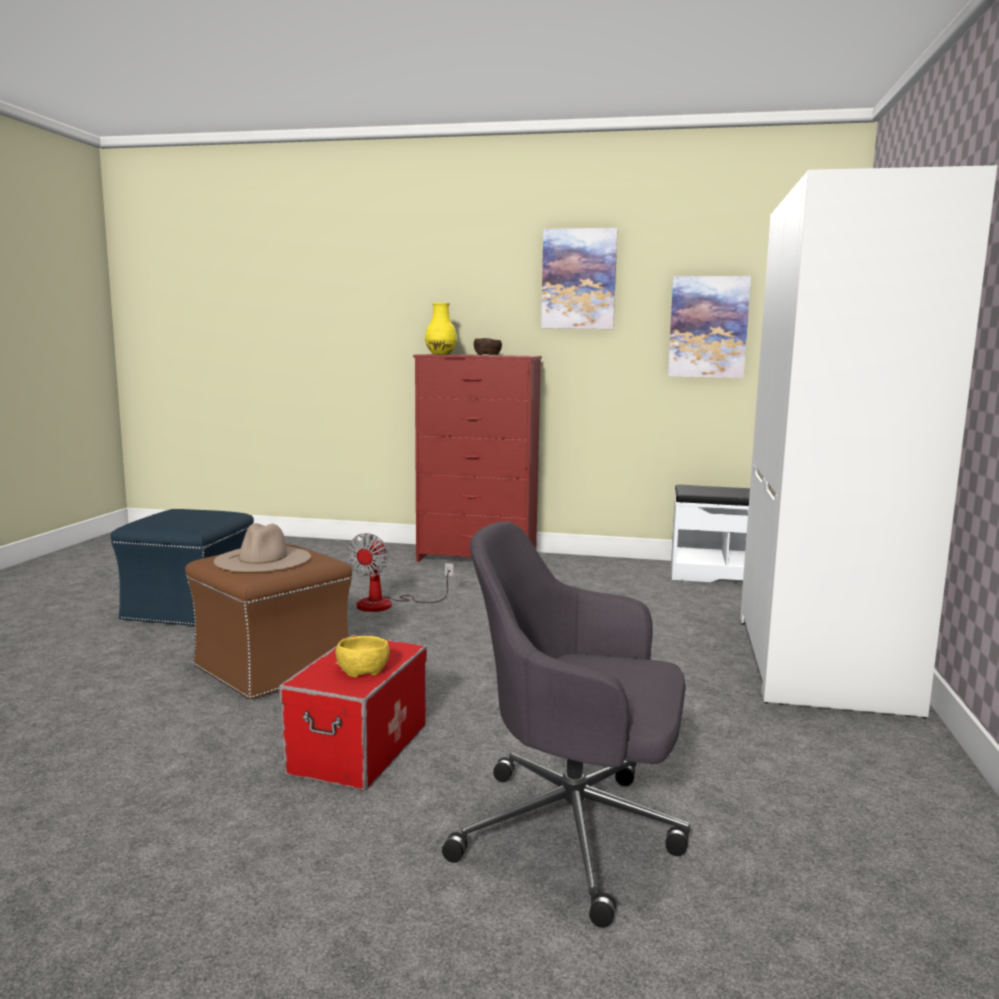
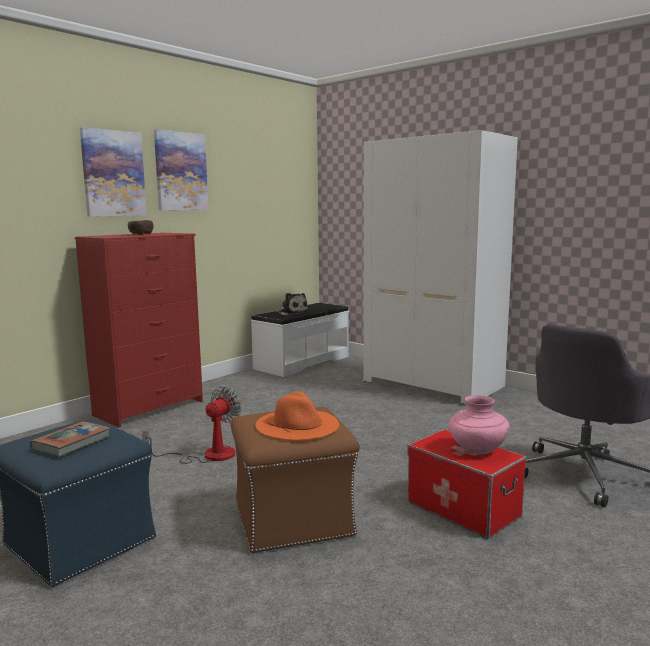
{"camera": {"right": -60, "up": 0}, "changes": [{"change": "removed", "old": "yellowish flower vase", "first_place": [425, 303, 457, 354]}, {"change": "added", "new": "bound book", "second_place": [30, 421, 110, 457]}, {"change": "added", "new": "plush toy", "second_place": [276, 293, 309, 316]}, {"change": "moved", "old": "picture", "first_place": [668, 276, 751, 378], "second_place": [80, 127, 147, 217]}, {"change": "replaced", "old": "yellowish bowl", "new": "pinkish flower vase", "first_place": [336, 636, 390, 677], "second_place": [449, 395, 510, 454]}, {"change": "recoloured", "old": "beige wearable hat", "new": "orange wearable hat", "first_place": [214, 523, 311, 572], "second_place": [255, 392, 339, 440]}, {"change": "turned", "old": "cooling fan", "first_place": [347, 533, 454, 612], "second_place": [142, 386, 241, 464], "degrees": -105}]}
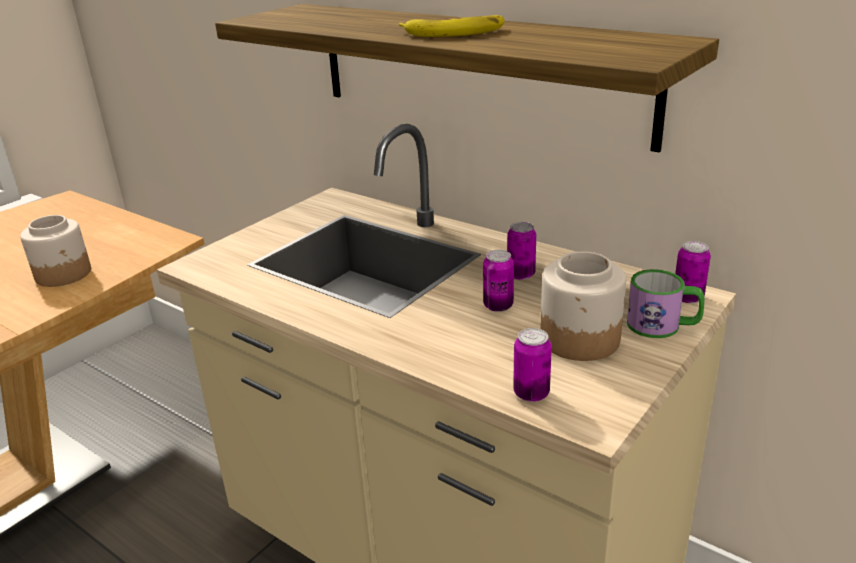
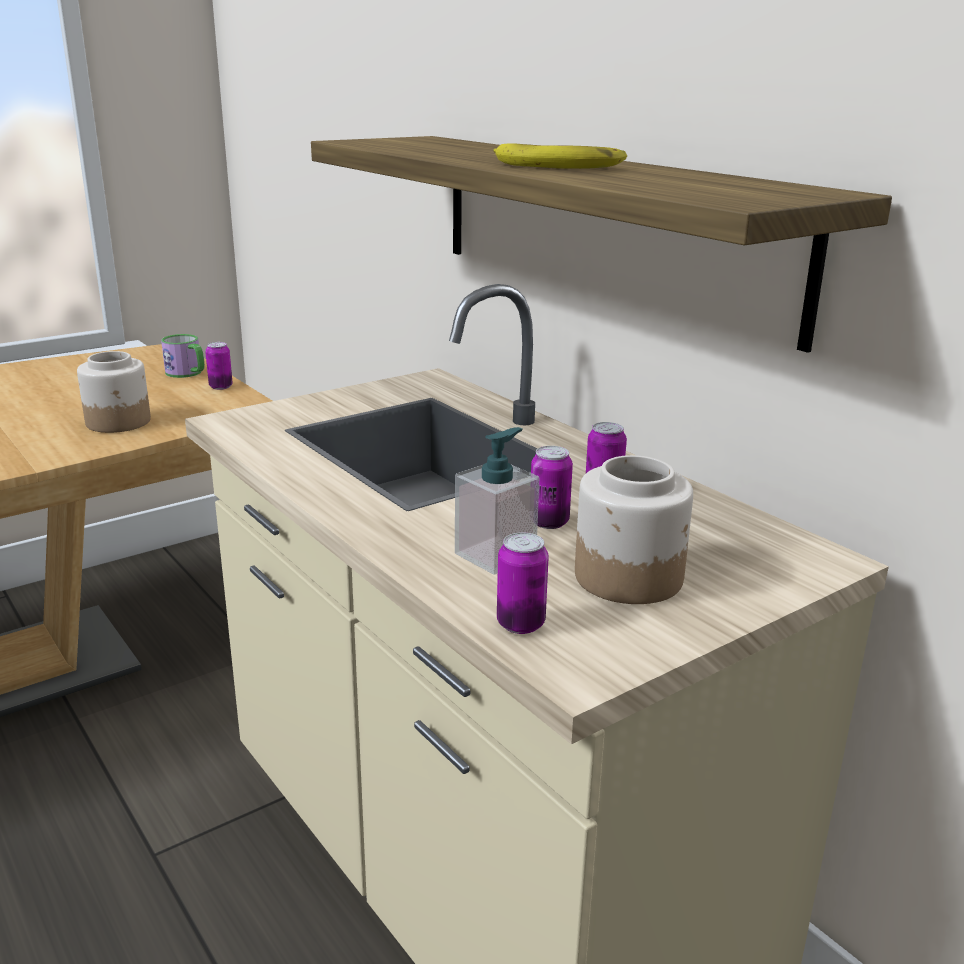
{"camera": {"right": 15, "up": -5}, "changes": [{"change": "added", "new": "soap dispenser", "second_place": [455, 427, 539, 574]}, {"change": "moved", "old": "tea mug", "first_place": [627, 269, 704, 338], "second_place": [161, 334, 205, 378]}, {"change": "moved", "old": "sealed can", "first_place": [675, 241, 711, 303], "second_place": [205, 342, 233, 390]}]}
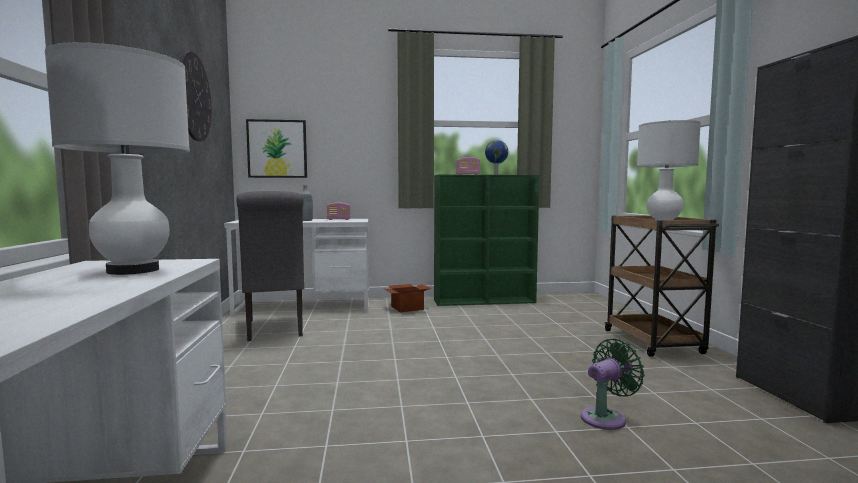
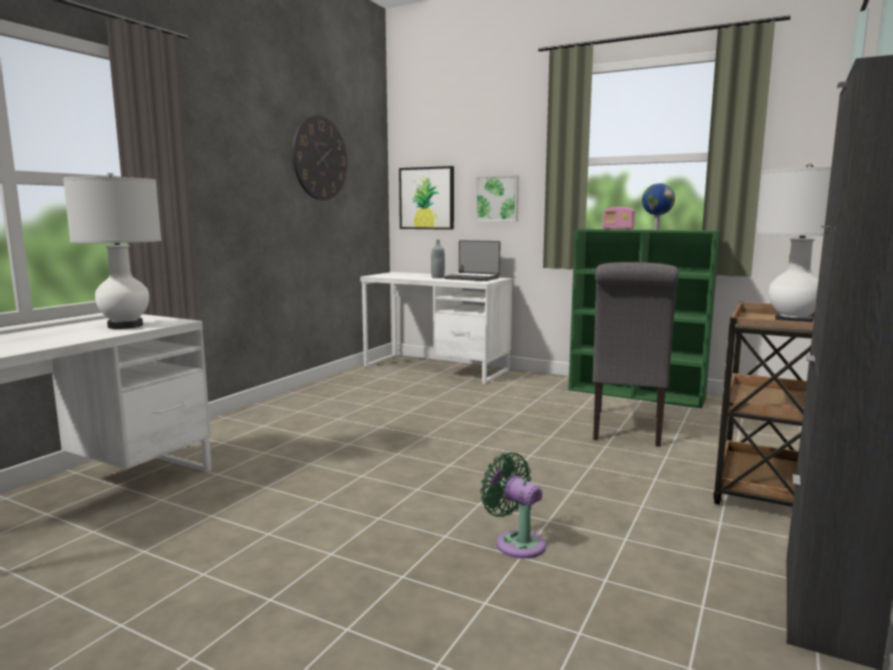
{"camera": {"right": 35, "up": 5}, "changes": [{"change": "removed", "old": "packing box", "first_place": [385, 284, 431, 312]}, {"change": "added", "new": "picture", "second_place": [475, 175, 519, 221]}, {"change": "moved", "old": "greyish plain chair", "first_place": [236, 191, 304, 341], "second_place": [593, 262, 679, 447]}, {"change": "replaced", "old": "radio set", "new": "notebook computer", "first_place": [327, 203, 350, 220], "second_place": [444, 240, 500, 281]}, {"change": "turned", "old": "green-coloured cooling fan", "first_place": [581, 338, 645, 430], "second_place": [480, 452, 546, 559], "degrees": -135}]}
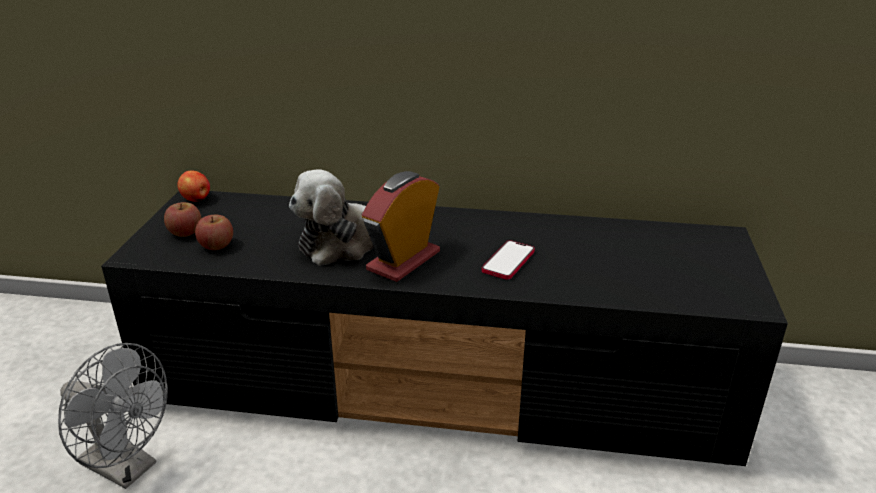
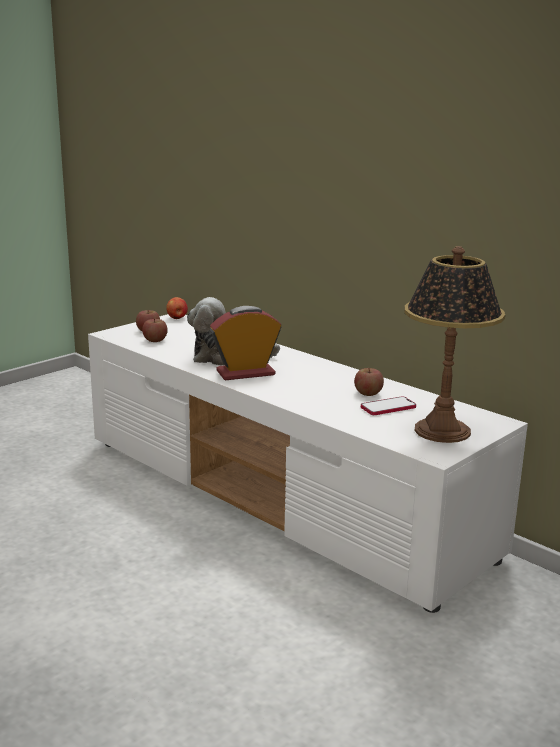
{"camera": {"right": 35, "up": -10}, "changes": [{"change": "removed", "old": "greyish cooling fan", "first_place": [58, 343, 168, 489]}, {"change": "added", "new": "whole apple", "second_place": [354, 368, 384, 396]}, {"change": "added", "new": "table lamp", "second_place": [404, 246, 505, 443]}, {"change": "moved", "old": "phone", "first_place": [482, 240, 535, 280], "second_place": [361, 396, 416, 415]}, {"change": "recoloured", "old": "black media console", "new": "white-coloured media console", "first_place": [101, 191, 788, 466], "second_place": [88, 314, 528, 613]}]}
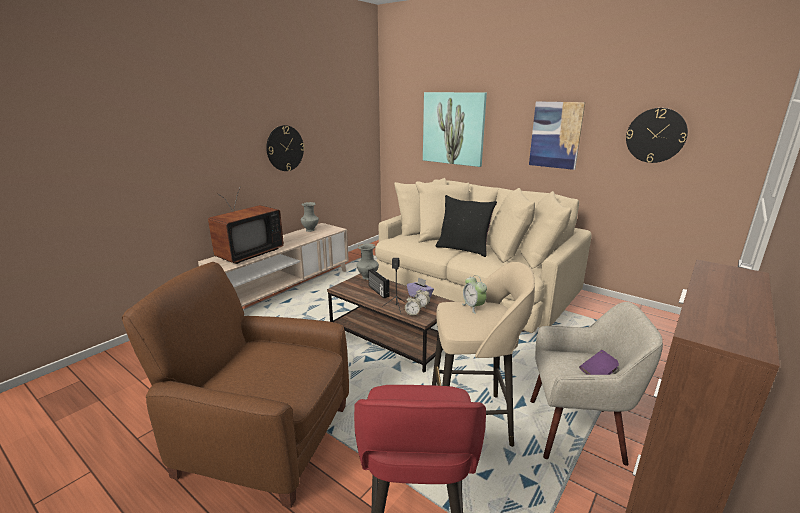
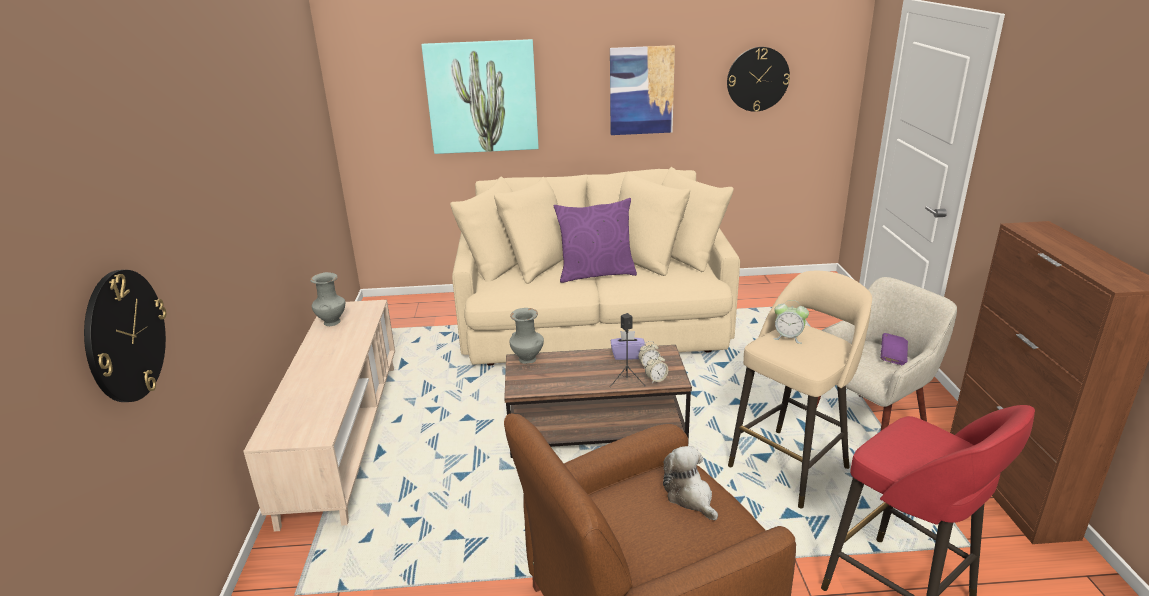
{"camera": {"right": -40, "up": 5}, "changes": [{"change": "removed", "old": "TV set", "first_place": [208, 186, 284, 264]}, {"change": "removed", "old": "radio set", "first_place": [368, 269, 390, 298]}, {"change": "added", "new": "plush toy", "second_place": [663, 446, 718, 520]}, {"change": "moved", "old": "clock on the wall", "first_place": [266, 125, 305, 171], "second_place": [84, 270, 166, 402]}, {"change": "recoloured", "old": "black pillow", "new": "purplish pillow", "first_place": [436, 195, 497, 257], "second_place": [554, 198, 637, 283]}]}
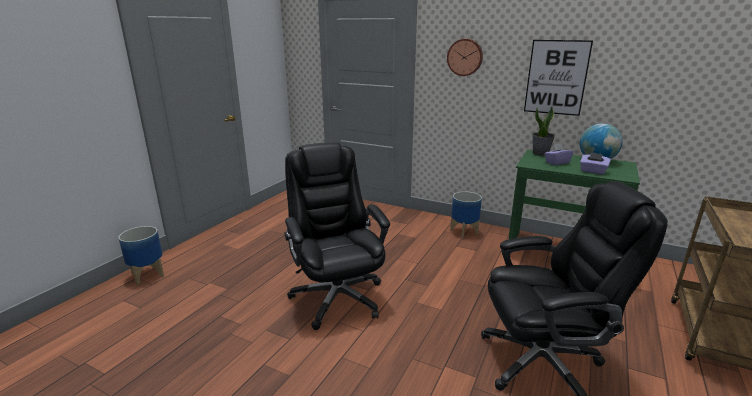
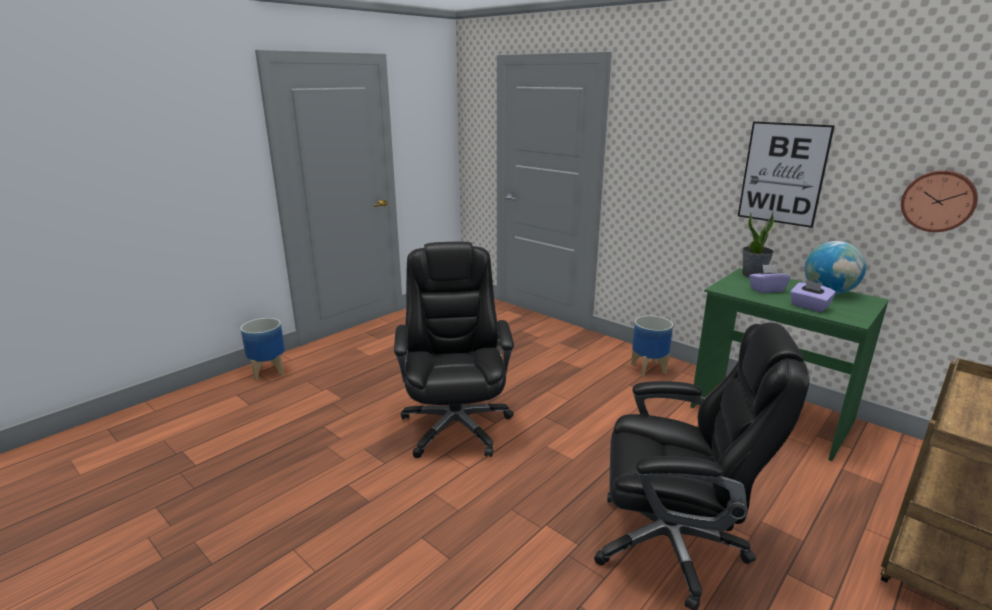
{"camera": {"right": 15, "up": 0}, "changes": [{"change": "moved", "old": "clock on the wall", "first_place": [447, 39, 483, 76], "second_place": [901, 170, 978, 232]}]}
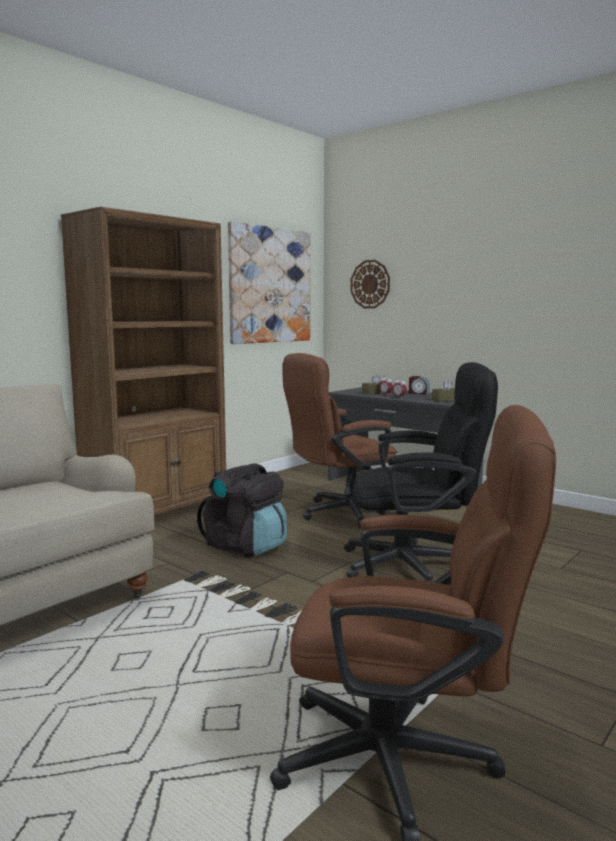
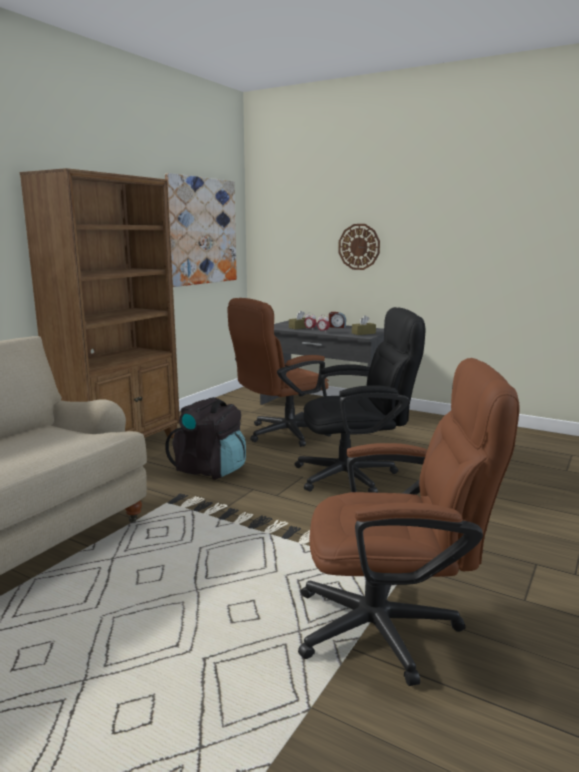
{"camera": {"right": -10, "up": 5}, "changes": [{"change": "moved", "old": "clock on the wall", "first_place": [350, 260, 390, 309], "second_place": [338, 224, 380, 270]}]}
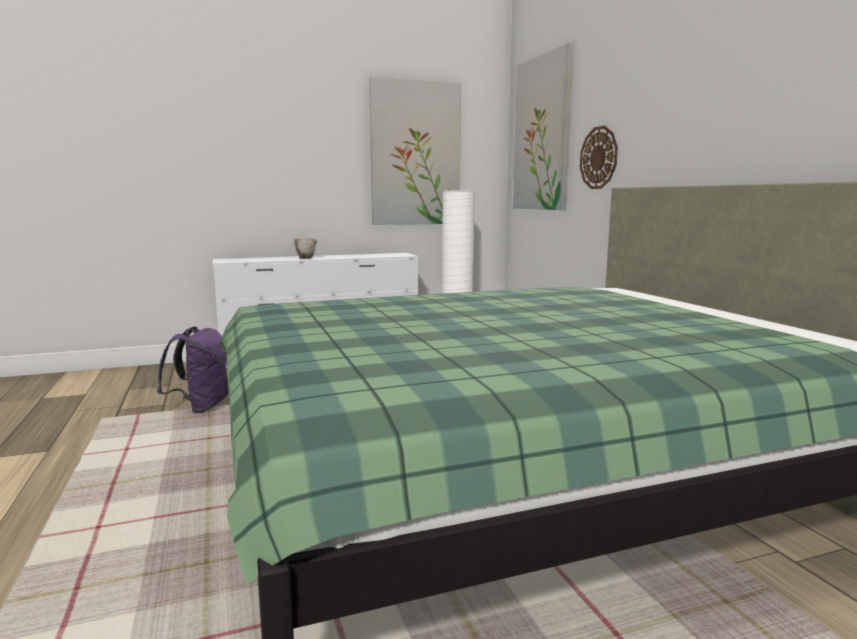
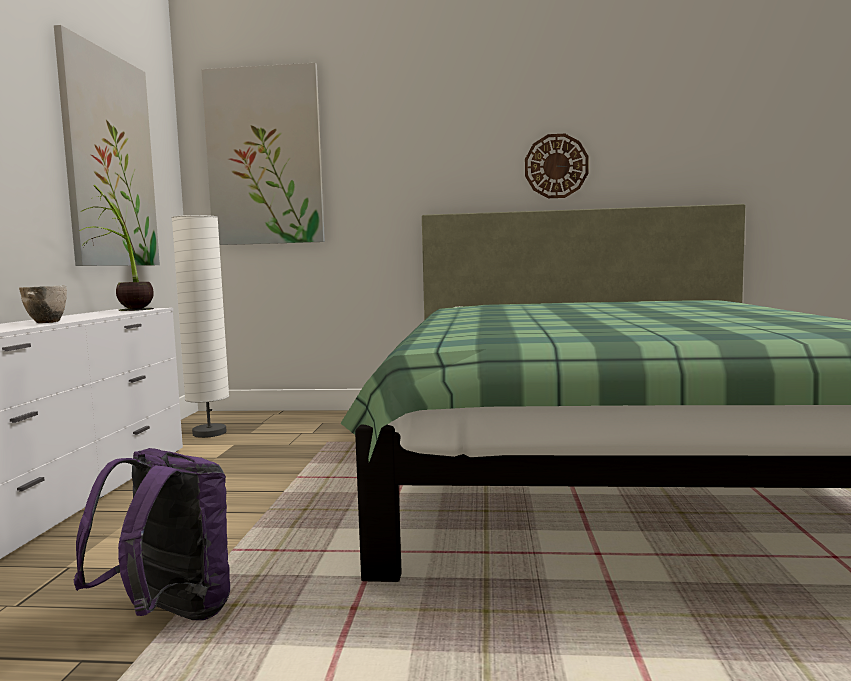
{"camera": {"right": -65, "up": -5}, "changes": [{"change": "added", "new": "plant in a pot", "second_place": [79, 185, 154, 311]}, {"change": "moved", "old": "clock on the wall", "first_place": [580, 126, 618, 189], "second_place": [525, 134, 589, 198]}]}
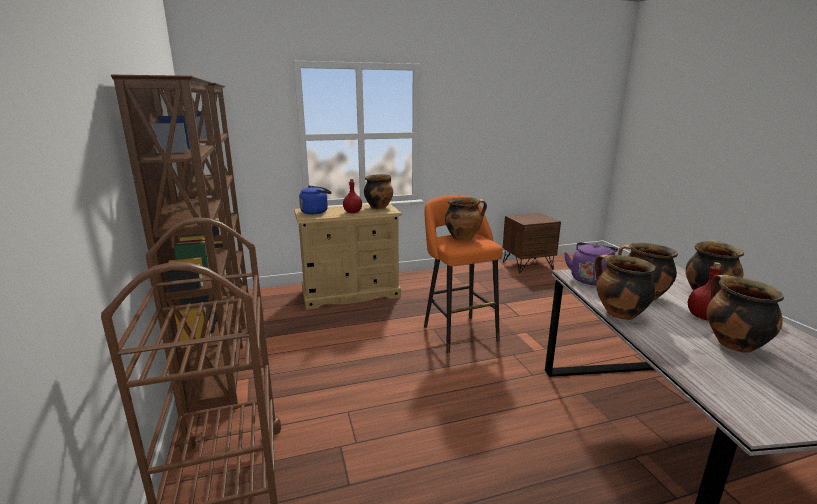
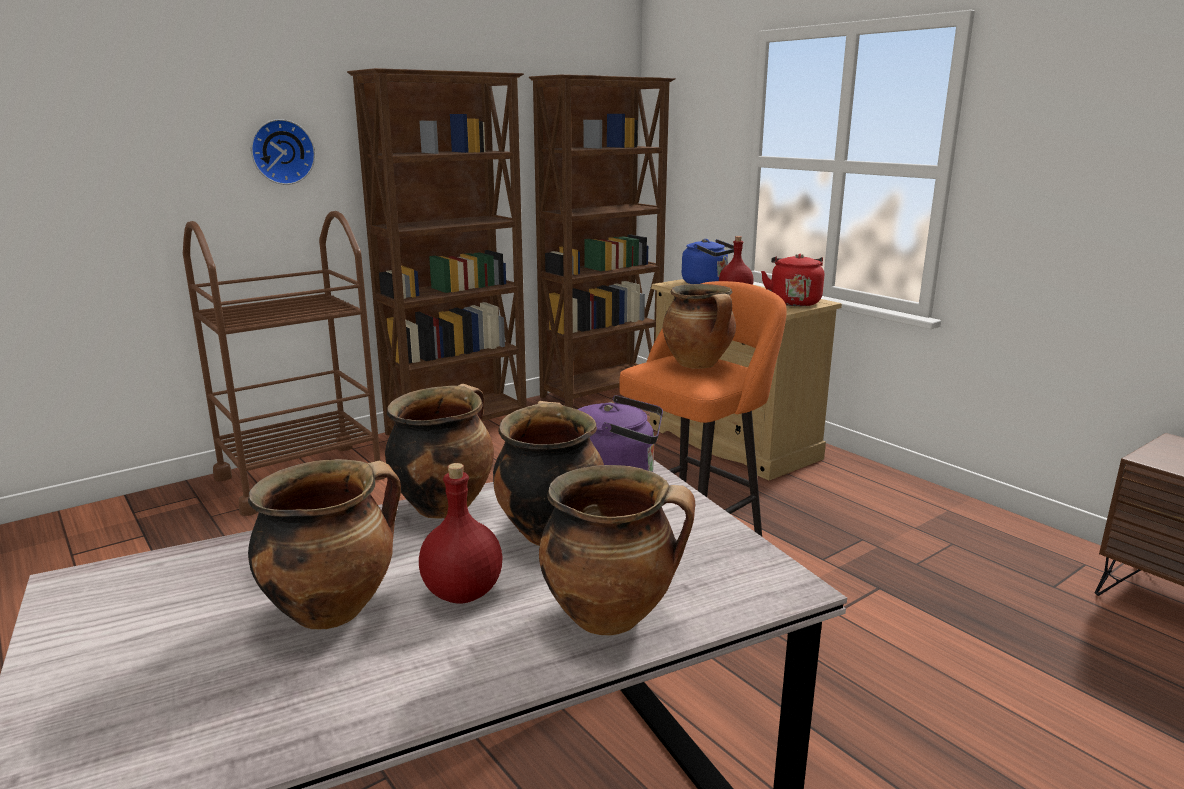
{"camera": {"right": 70, "up": 0}, "changes": [{"change": "added", "new": "clock on the wall", "second_place": [251, 119, 315, 185]}, {"change": "replaced", "old": "cooking pot", "new": "red kettle", "first_place": [364, 174, 393, 209], "second_place": [761, 254, 824, 306]}]}
